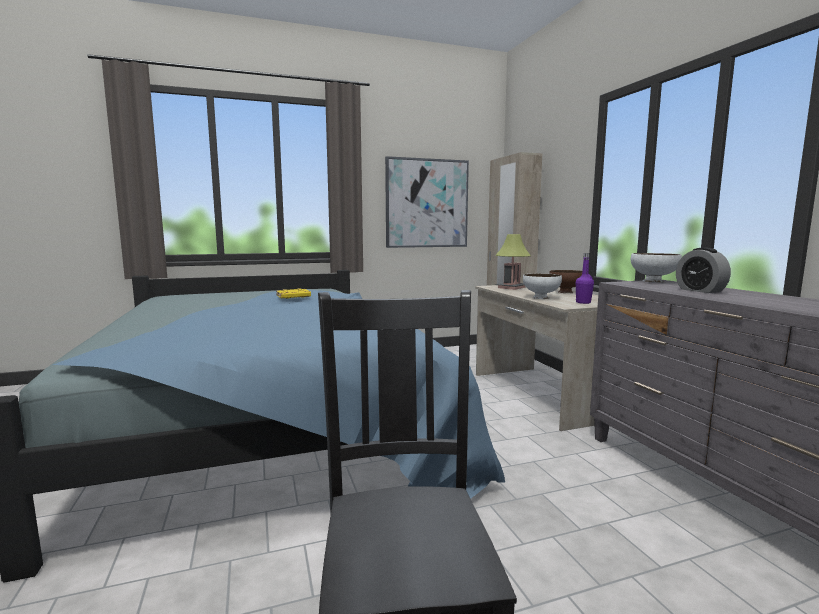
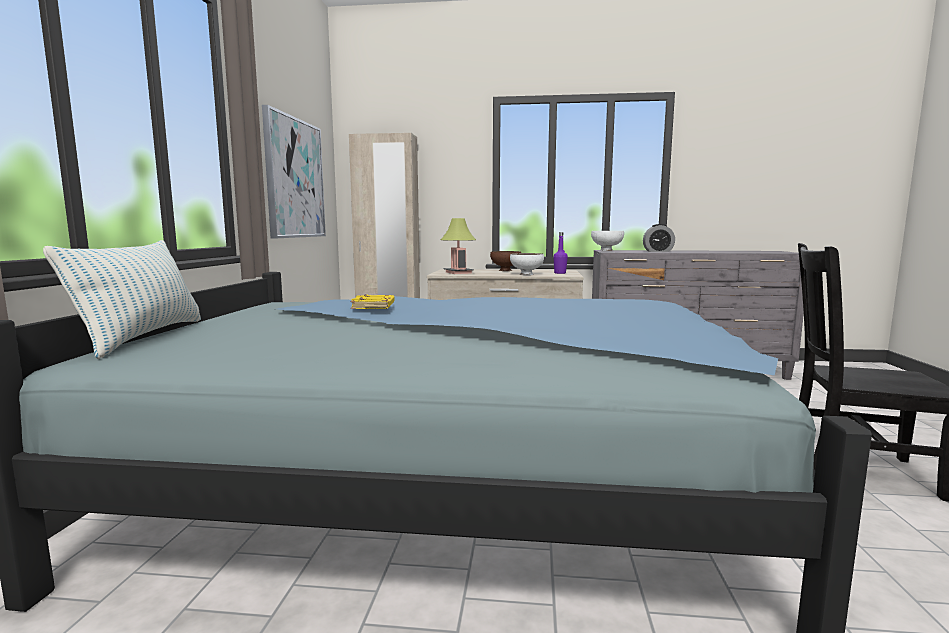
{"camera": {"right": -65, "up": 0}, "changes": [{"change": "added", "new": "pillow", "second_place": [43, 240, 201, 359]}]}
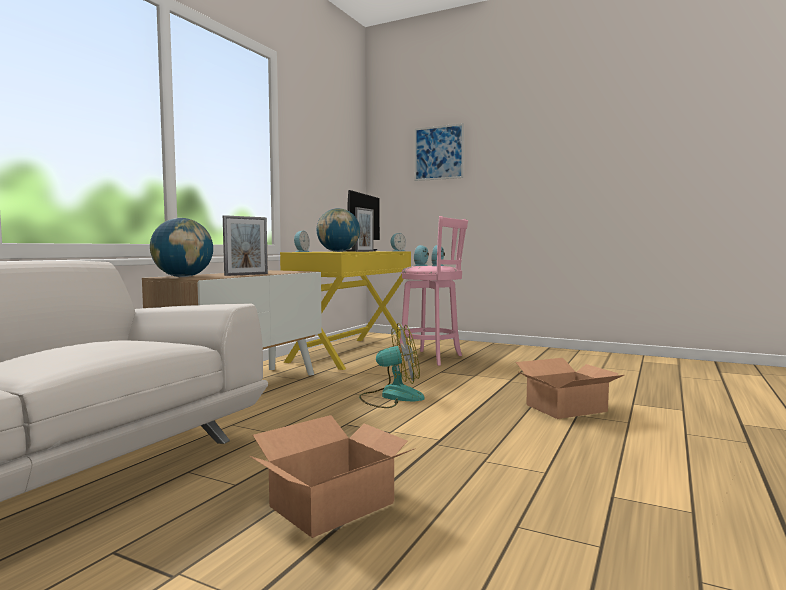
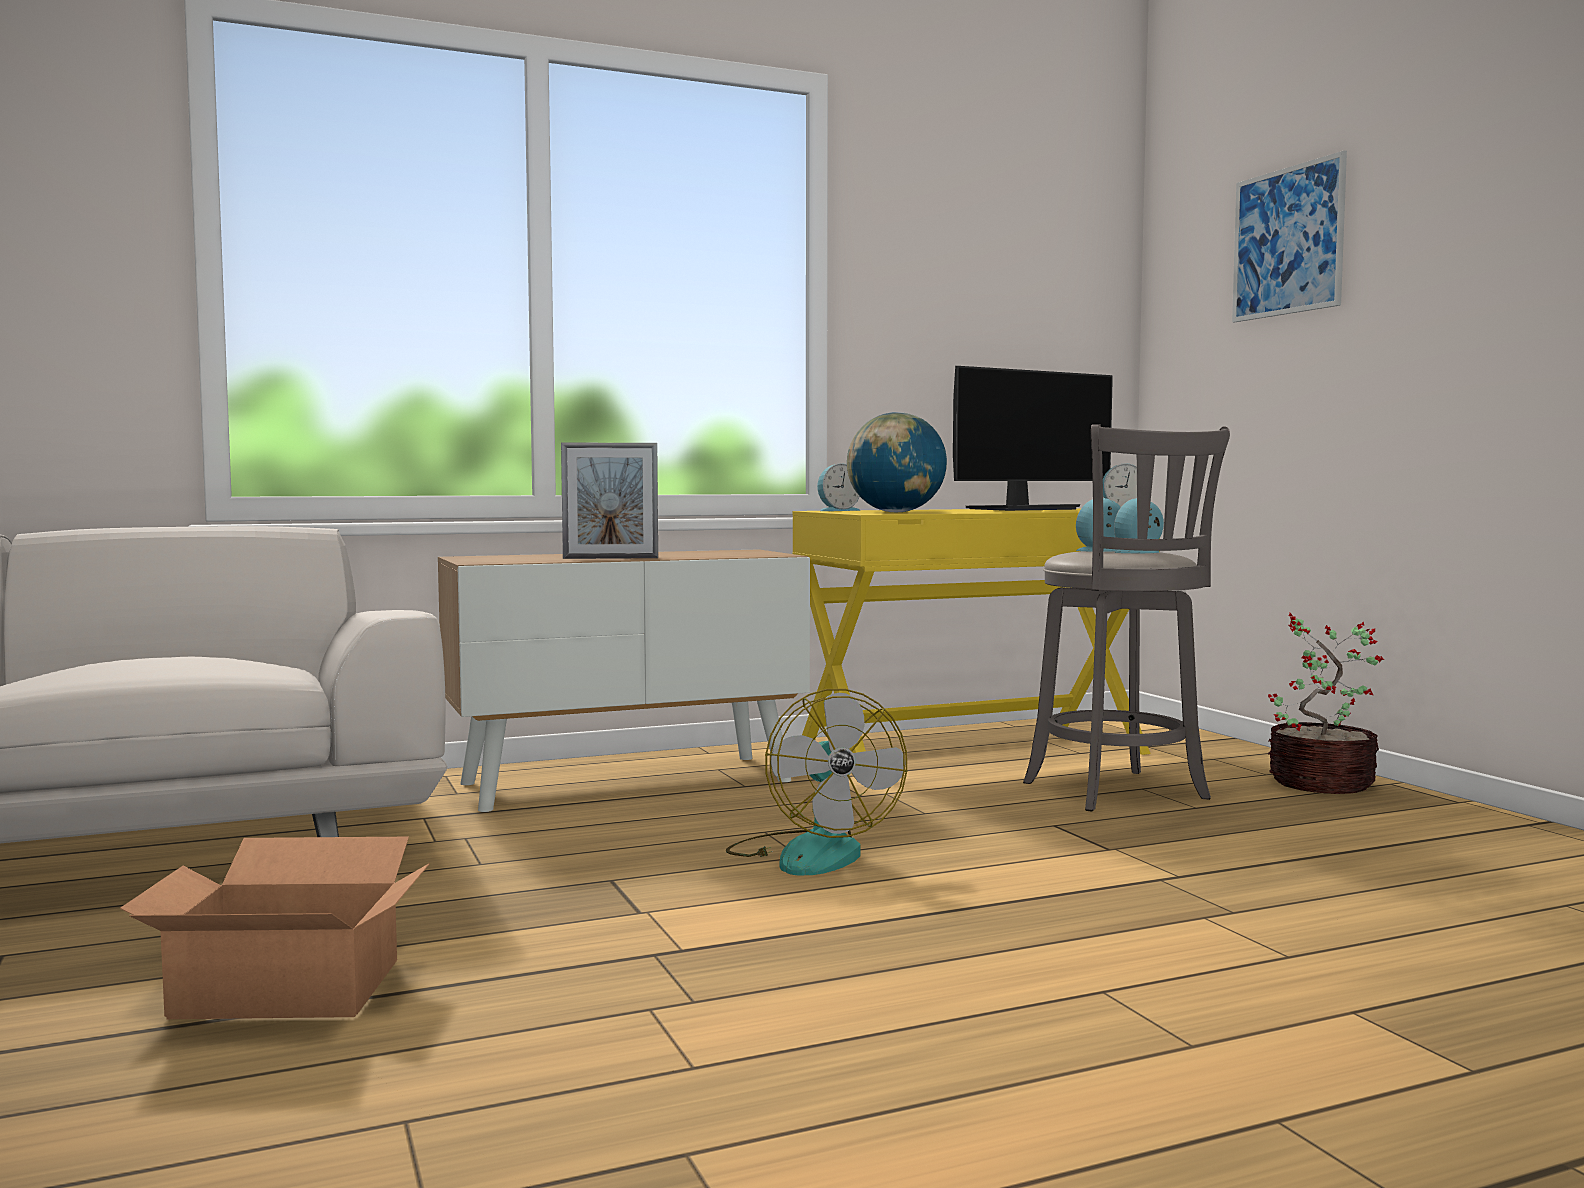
{"camera": {"right": 40, "up": 0}, "changes": [{"change": "removed", "old": "globe", "first_place": [150, 218, 213, 277]}, {"change": "removed", "old": "photo frame", "first_place": [355, 207, 374, 252]}, {"change": "removed", "old": "packing box", "first_place": [516, 358, 624, 419]}, {"change": "added", "new": "plant in a pot", "second_place": [1268, 613, 1384, 794]}, {"change": "recoloured", "old": "pinkish stool", "new": "greyish stool", "first_place": [399, 216, 468, 366], "second_place": [1023, 424, 1230, 812]}, {"change": "turned", "old": "cooling fan", "first_place": [359, 323, 425, 408], "second_place": [726, 689, 907, 876], "degrees": 45}]}
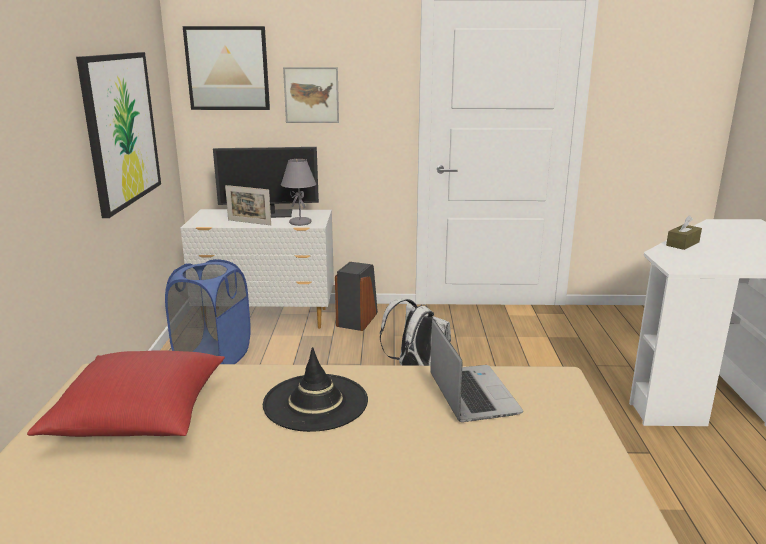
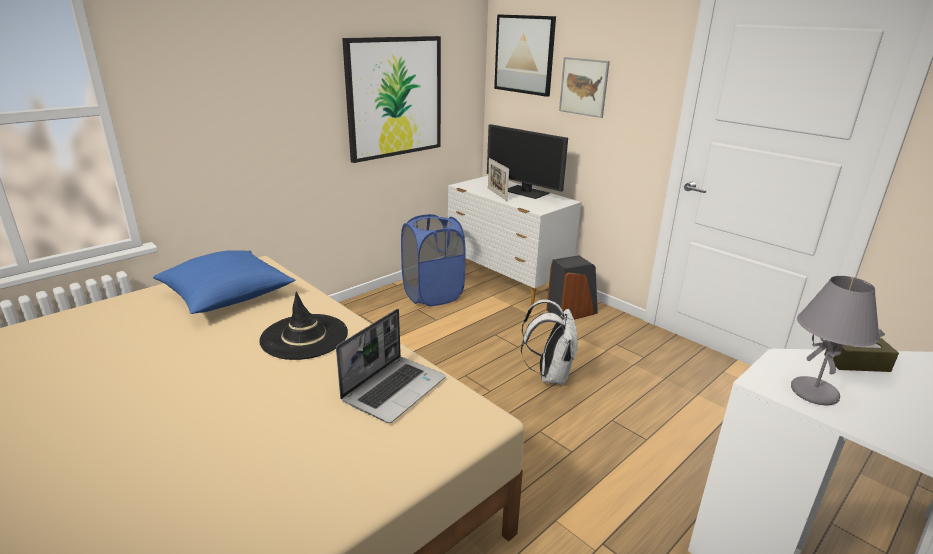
{"camera": {"right": 45, "up": 5}, "changes": [{"change": "moved", "old": "greyish table lamp", "first_place": [281, 159, 316, 226], "second_place": [791, 276, 880, 405]}, {"change": "recoloured", "old": "red pillow", "new": "blue pillow", "first_place": [27, 350, 225, 437], "second_place": [153, 250, 296, 314]}]}
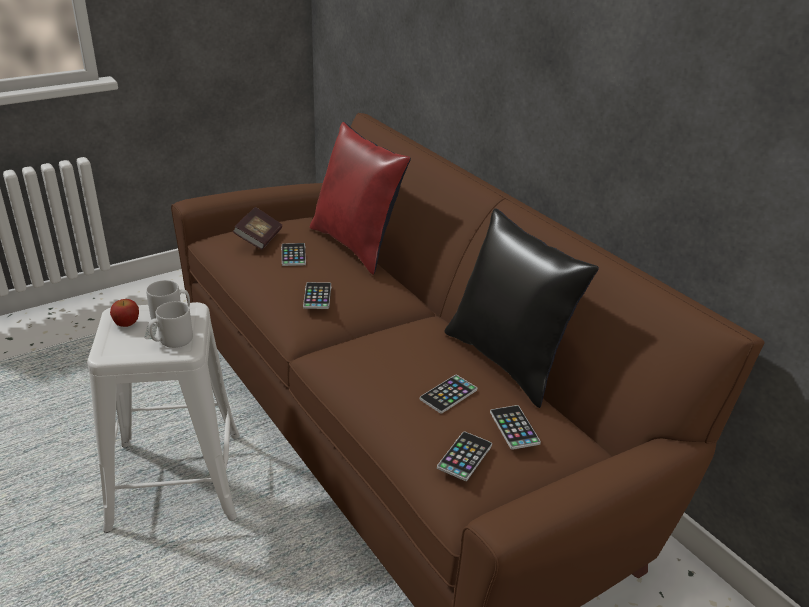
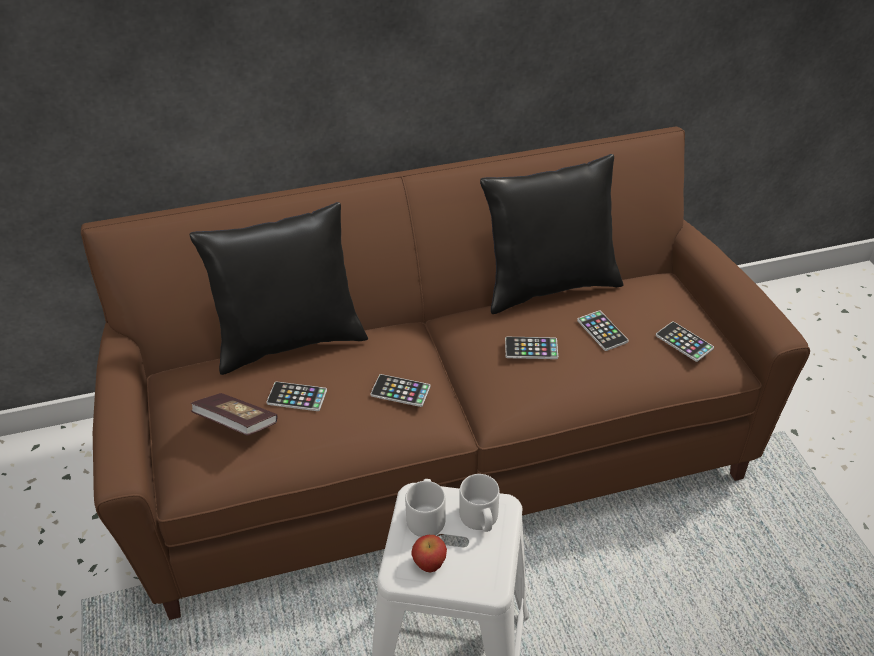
{"camera": {"right": -70, "up": 10}, "changes": [{"change": "moved", "old": "phone", "first_place": [490, 405, 541, 450], "second_place": [505, 337, 558, 359]}, {"change": "recoloured", "old": "red pillow", "new": "black pillow", "first_place": [310, 122, 411, 275], "second_place": [189, 202, 368, 375]}]}
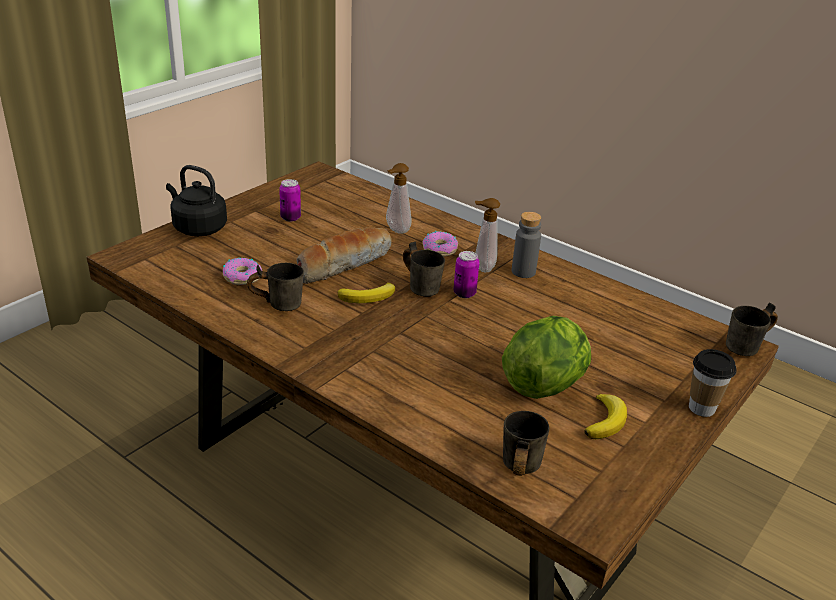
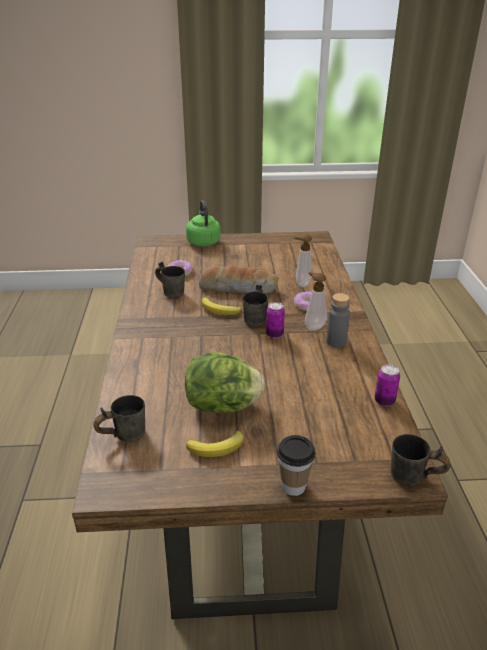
{"camera": {"right": 50, "up": 0}, "changes": [{"change": "moved", "old": "sealed can", "first_place": [279, 179, 301, 221], "second_place": [375, 364, 400, 406]}, {"change": "recoloured", "old": "black kettle", "new": "green-coloured kettle", "first_place": [166, 165, 227, 236], "second_place": [186, 200, 221, 246]}]}
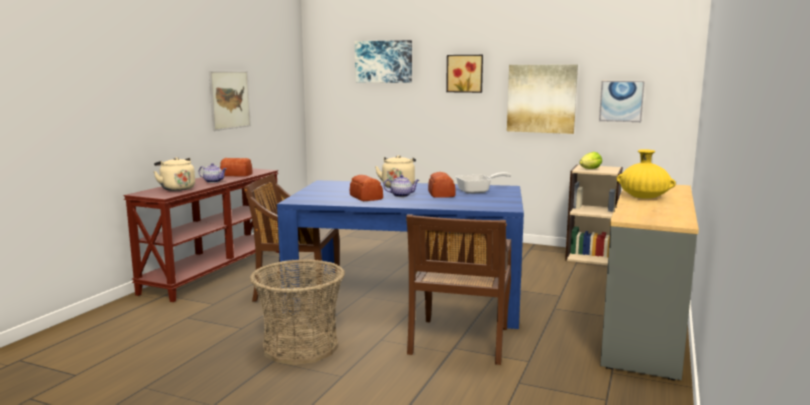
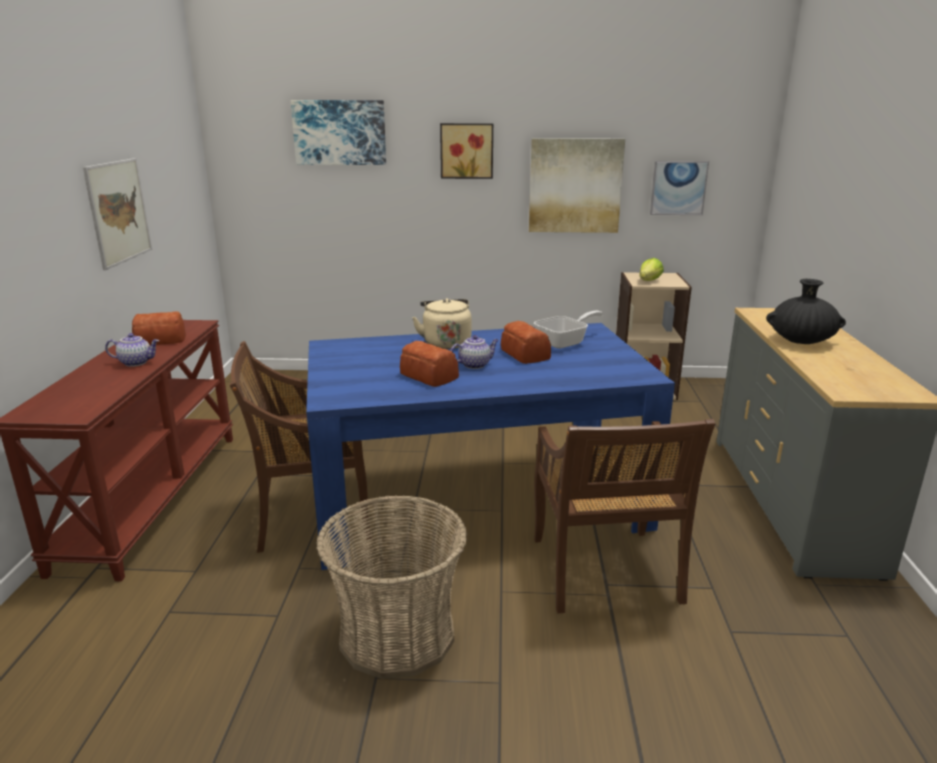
{"camera": {"right": -20, "up": 10}, "changes": [{"change": "removed", "old": "beige kettle", "first_place": [153, 157, 195, 191]}, {"change": "recoloured", "old": "yellowish flower vase", "new": "black flower vase", "first_place": [617, 149, 676, 199], "second_place": [766, 279, 846, 344]}]}
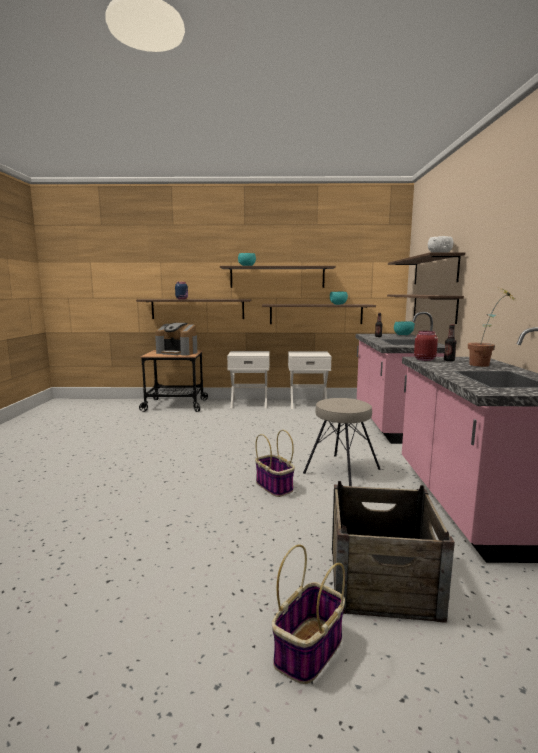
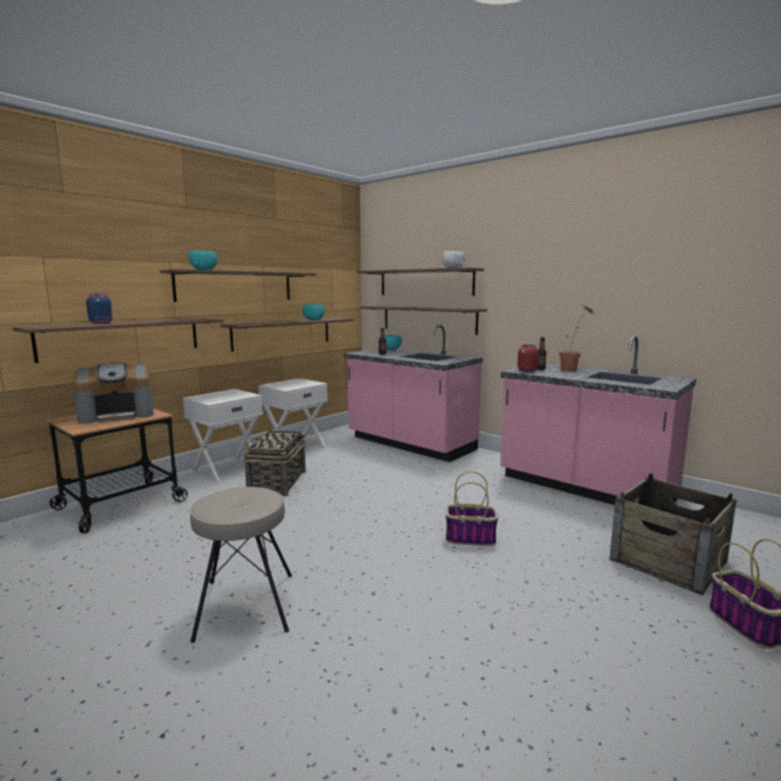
{"camera": {"right": -50, "up": 0}, "changes": [{"change": "added", "new": "household basket", "second_place": [243, 427, 306, 496]}, {"change": "moved", "old": "beige stool", "first_place": [303, 398, 381, 486], "second_place": [190, 487, 292, 643]}]}
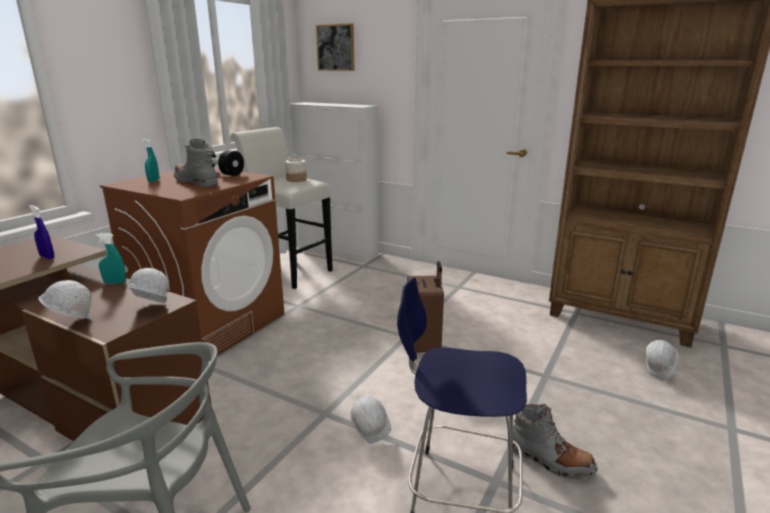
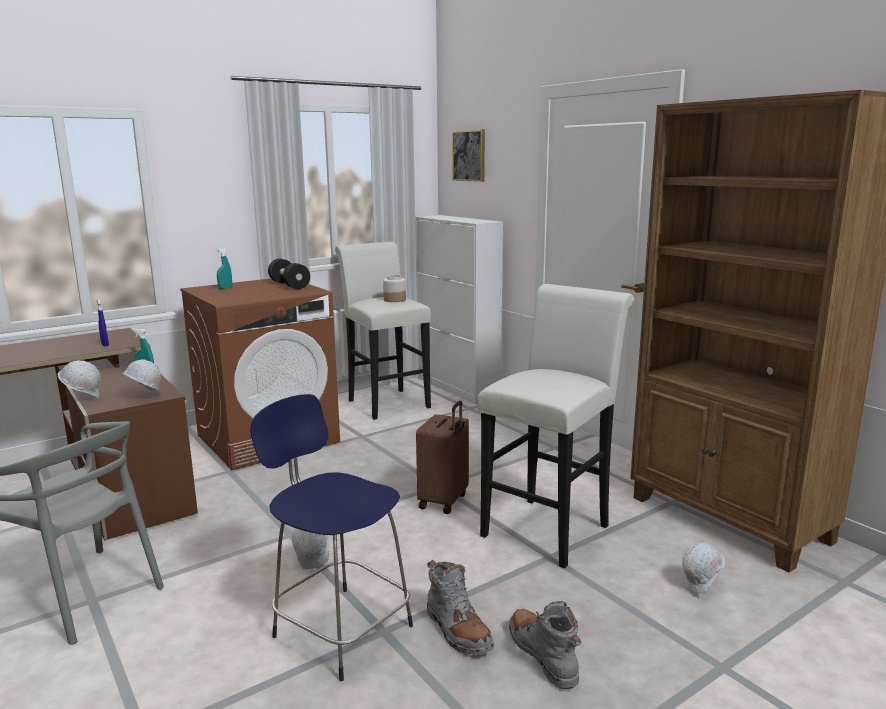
{"camera": {"right": 25, "up": -5}, "changes": [{"change": "added", "new": "white-coloured stool", "second_place": [477, 284, 633, 568]}, {"change": "moved", "old": "greyish high-top boot", "first_place": [174, 139, 218, 187], "second_place": [509, 601, 582, 689]}]}
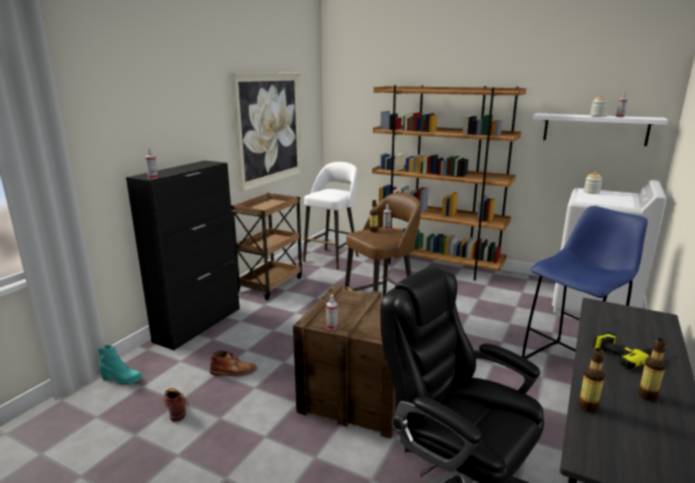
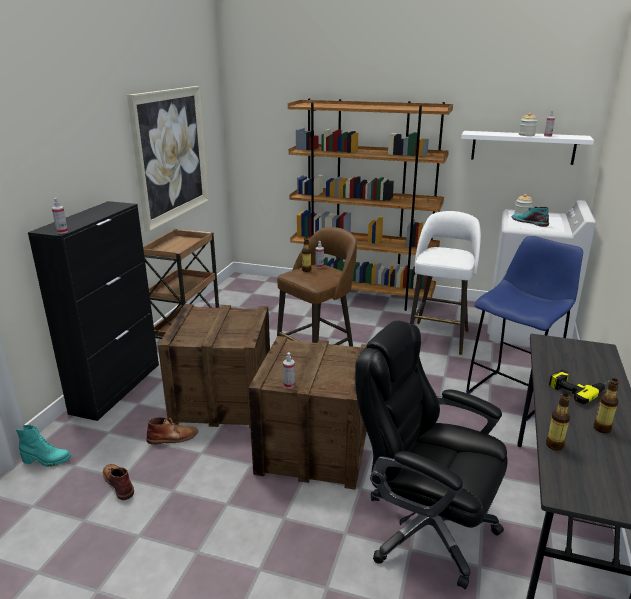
{"camera": {"right": -10, "up": 5}, "changes": [{"change": "added", "new": "crate", "second_place": [158, 304, 270, 428]}, {"change": "added", "new": "turquoise high-top boot", "second_place": [512, 207, 549, 227]}, {"change": "moved", "old": "white-coloured stool", "first_place": [303, 162, 359, 270], "second_place": [410, 211, 481, 355]}]}
